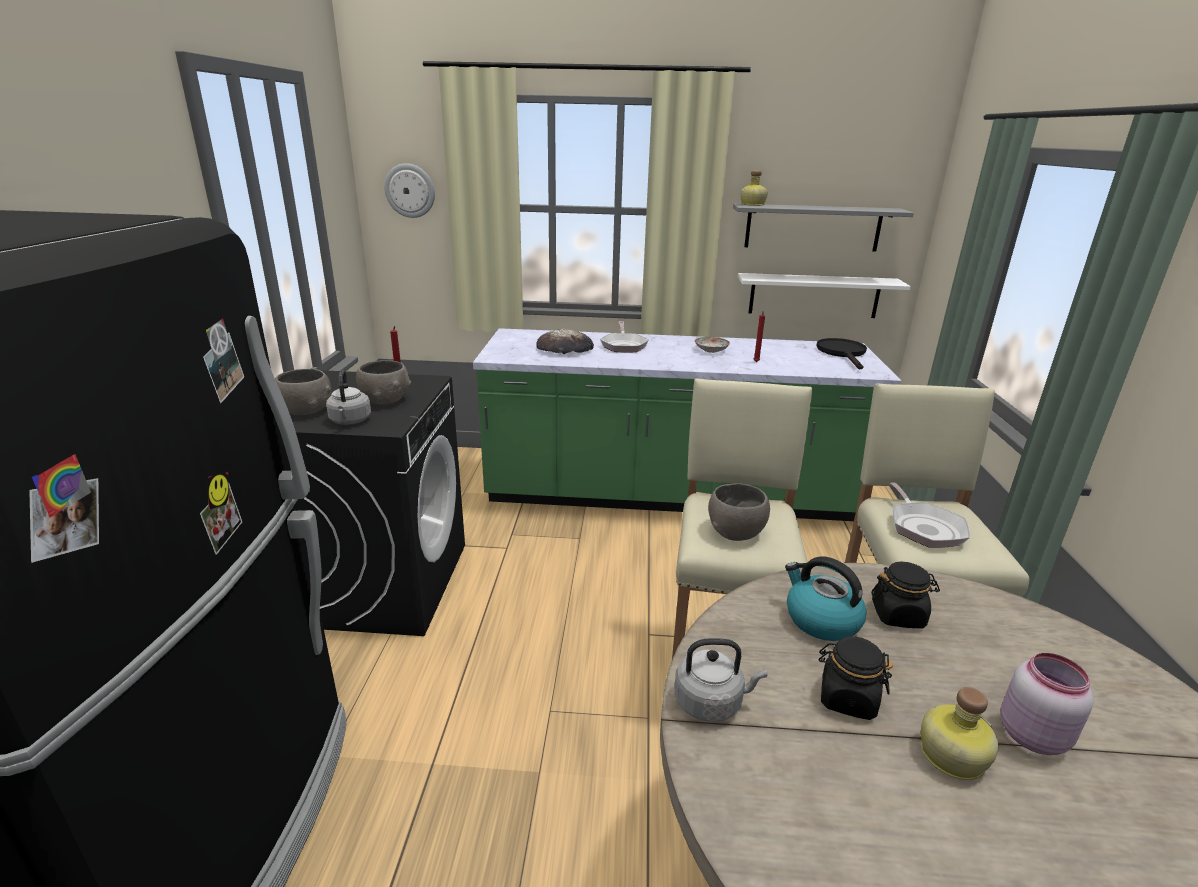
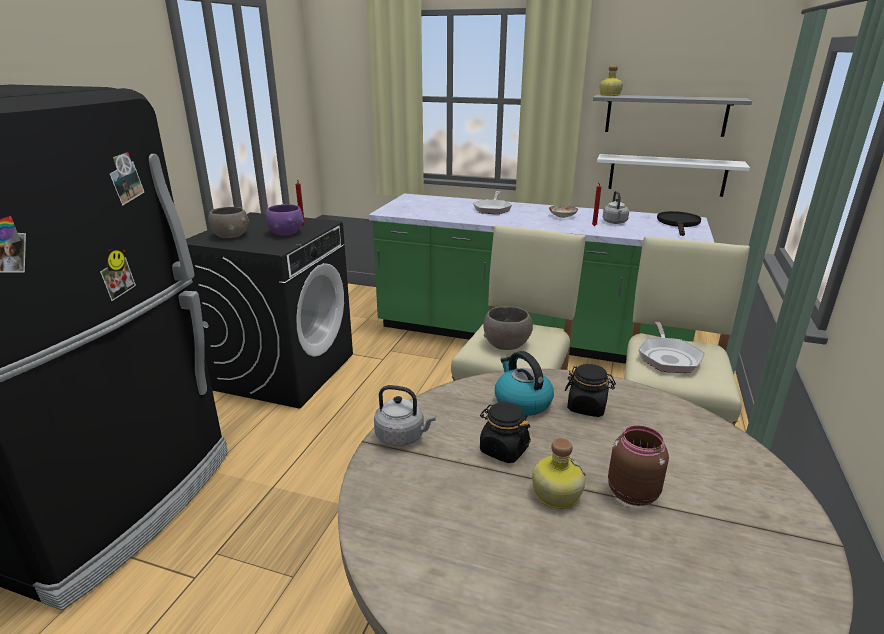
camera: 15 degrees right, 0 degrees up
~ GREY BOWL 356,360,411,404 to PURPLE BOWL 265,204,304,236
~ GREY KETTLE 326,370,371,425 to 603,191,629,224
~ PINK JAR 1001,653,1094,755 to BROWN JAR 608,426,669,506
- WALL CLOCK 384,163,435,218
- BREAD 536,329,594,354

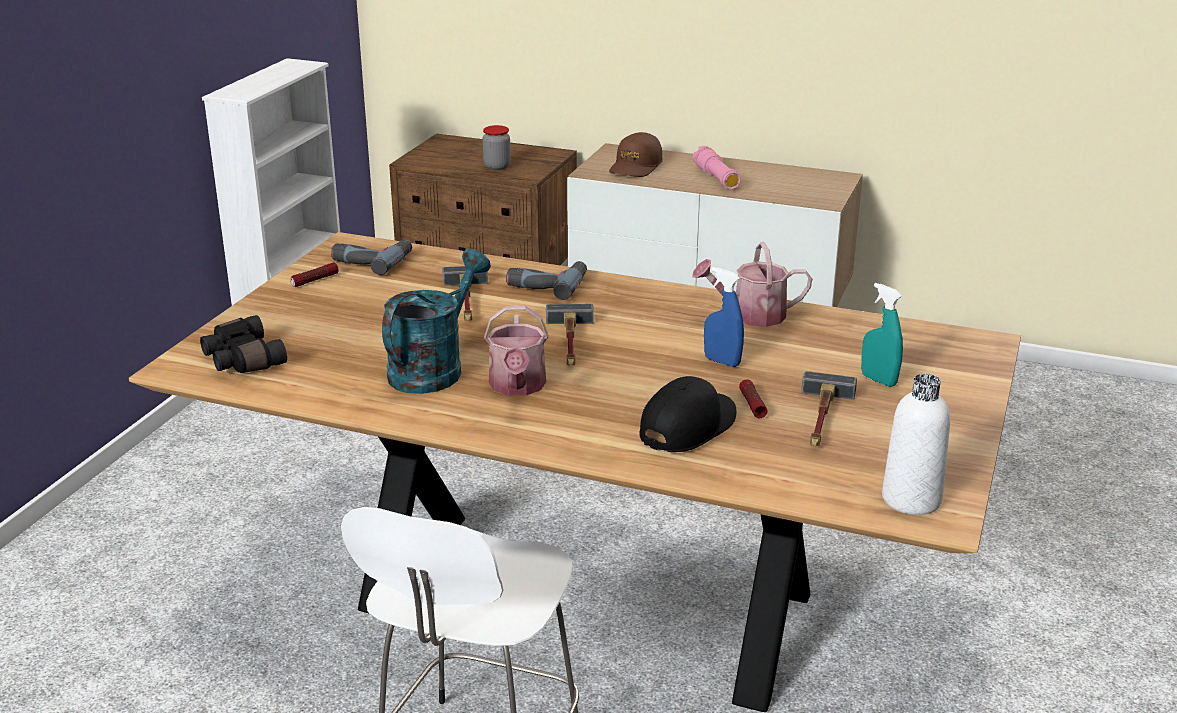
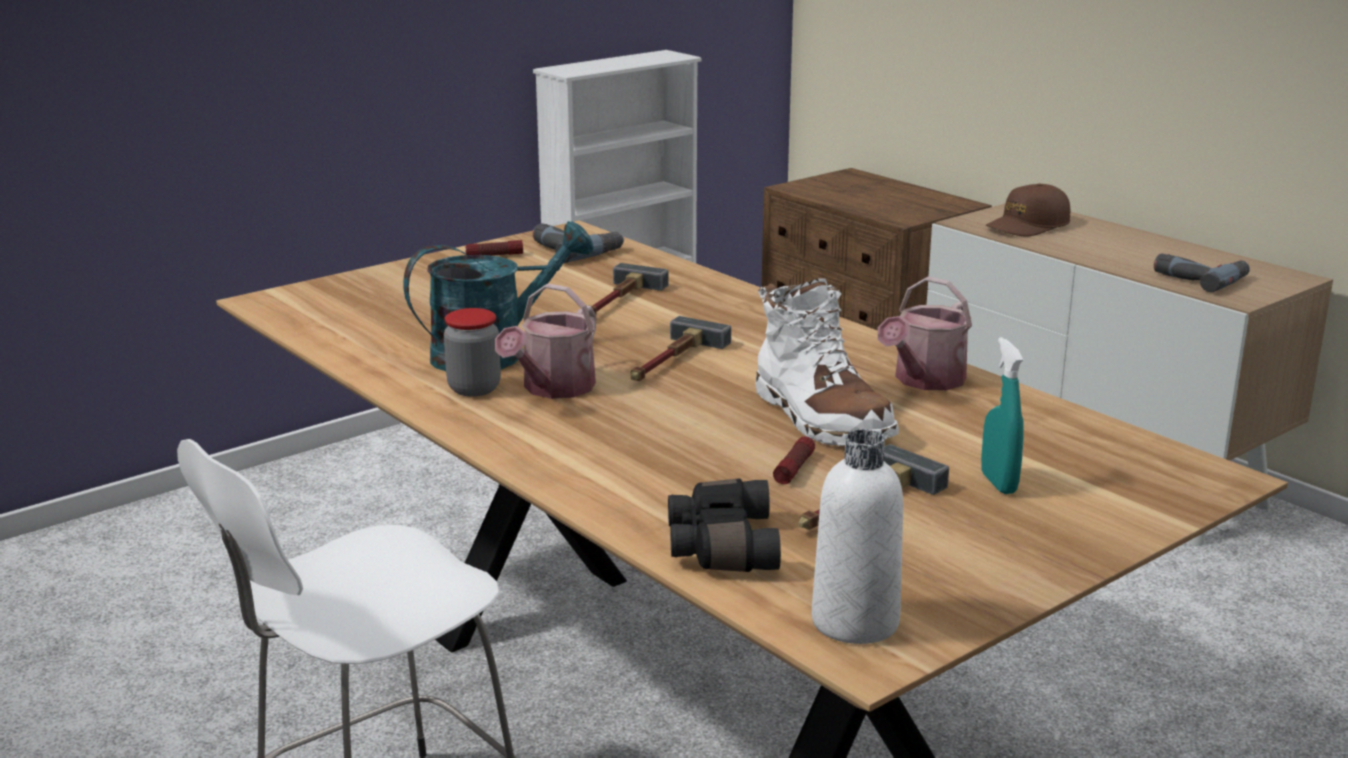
camera: 30 degrees right, 5 degrees down
~ JAR 483,125,511,170 to 444,308,501,397
~ BLACK BINOCULARS 200,315,287,373 to 668,478,781,572
~ BLUE SPRAY BOTTLE 704,267,744,367 to WHITE BOOT 755,278,899,446
~ WATERING CAN 692,242,812,327 = 878,277,972,390 75 degrees counterclockwise
~ POWER DRILL 506,261,587,300 to 1154,254,1250,292
- BLACK CAP 639,376,736,452
- PINK FLASHLIGHT 693,146,741,189

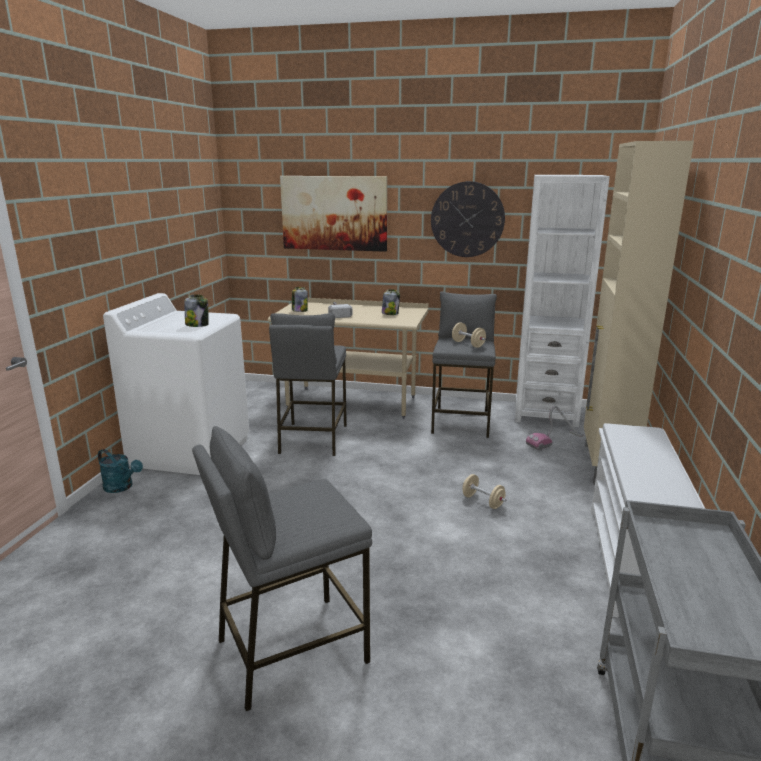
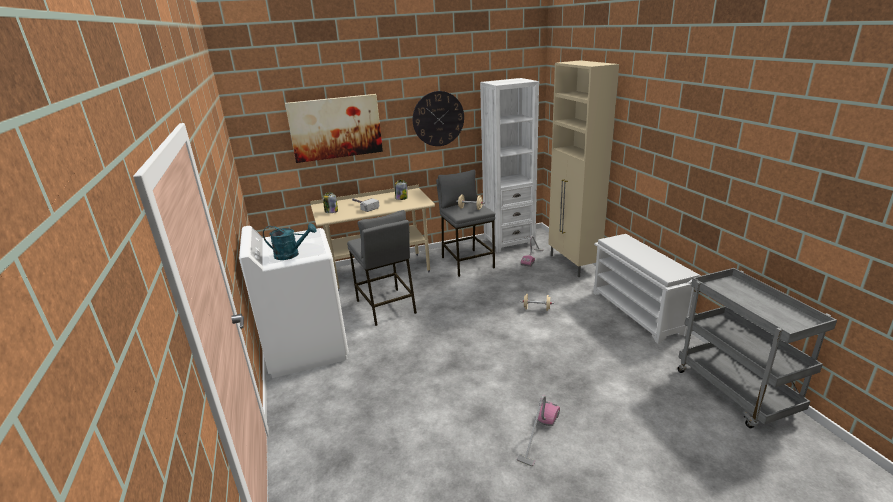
camera: 30 degrees left, 5 degrees up
~ TURQUOISE WATERING CAN 98,449,143,493 to 263,223,316,260
~ GREY STOOL 192,426,372,711 to VACUUM CLEANER 517,395,560,466
- JAR 184,294,209,327

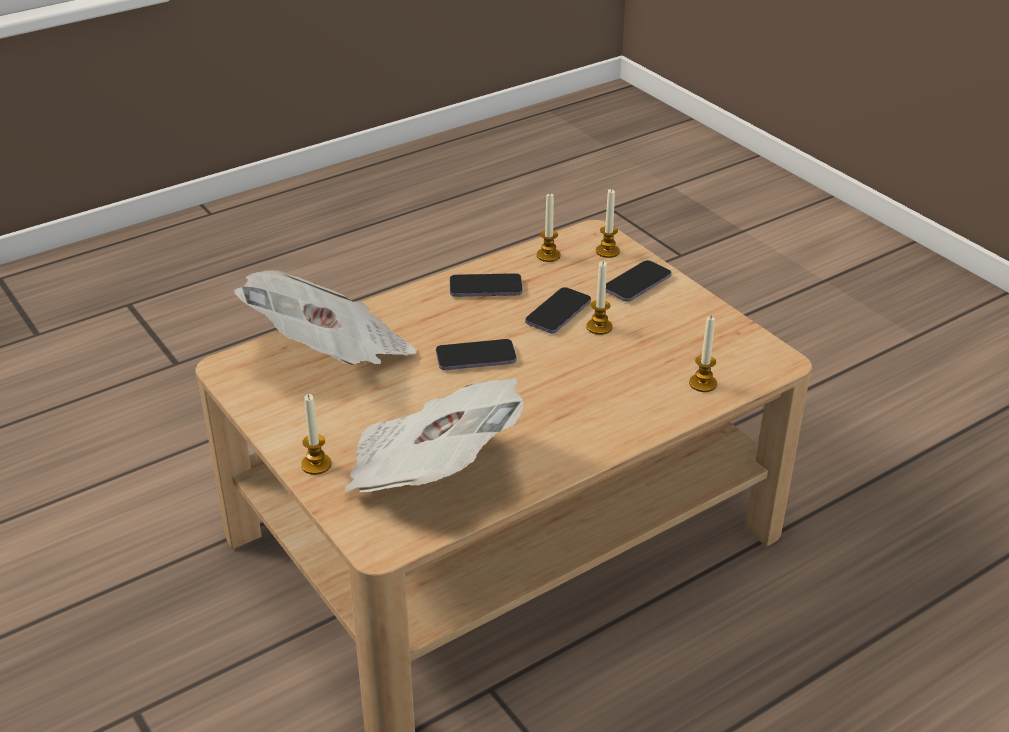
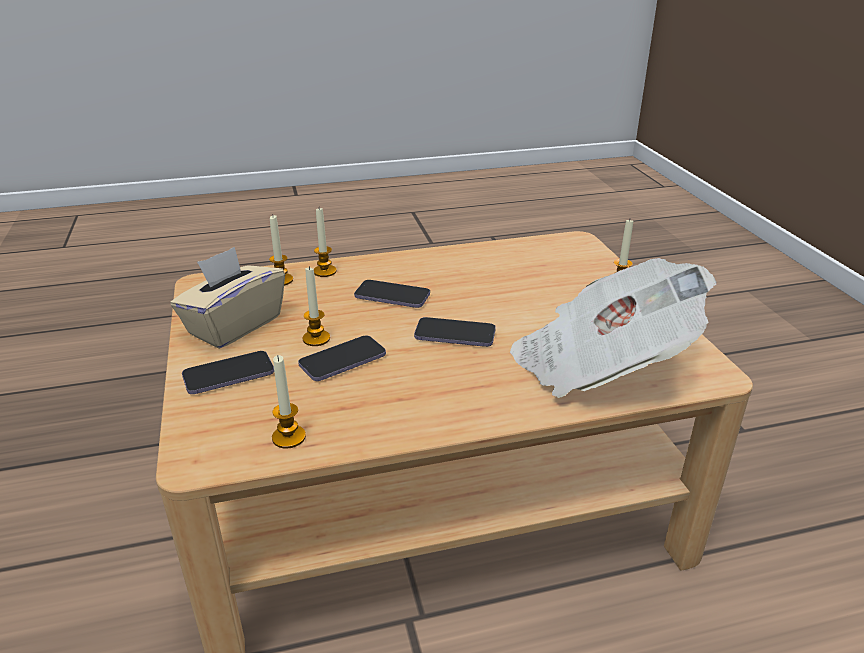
camera: 160 degrees left, 5 degrees down
+ BEIGE TISSUE BOX 170,247,285,349
~ CANDLE 596,188,620,258 to 314,208,337,277
~ PHONE 450,273,522,297 to 354,280,430,308
- NEWSPAPER 344,378,524,492

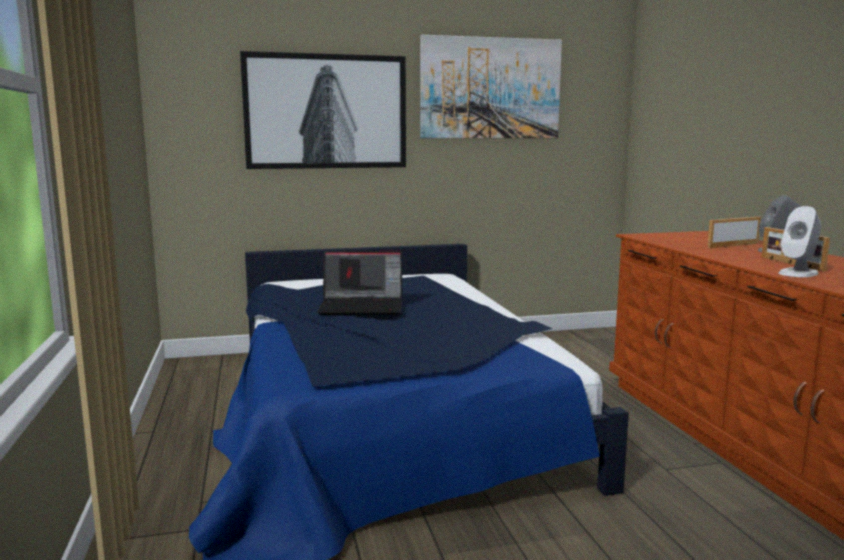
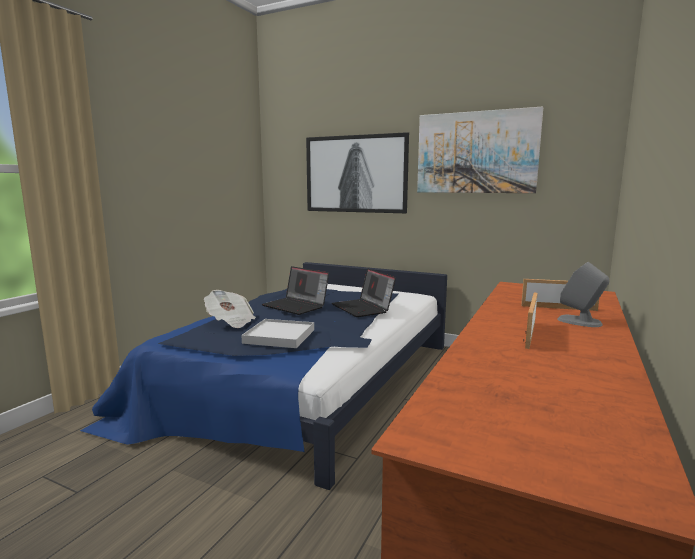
camera: 40 degrees right, 0 degrees up
+ NEWSPAPER 204,290,256,328
+ WHITE TRAY 242,319,314,348
+ LAPTOP 332,268,396,317
- WHITE SPEAKER 779,206,821,277

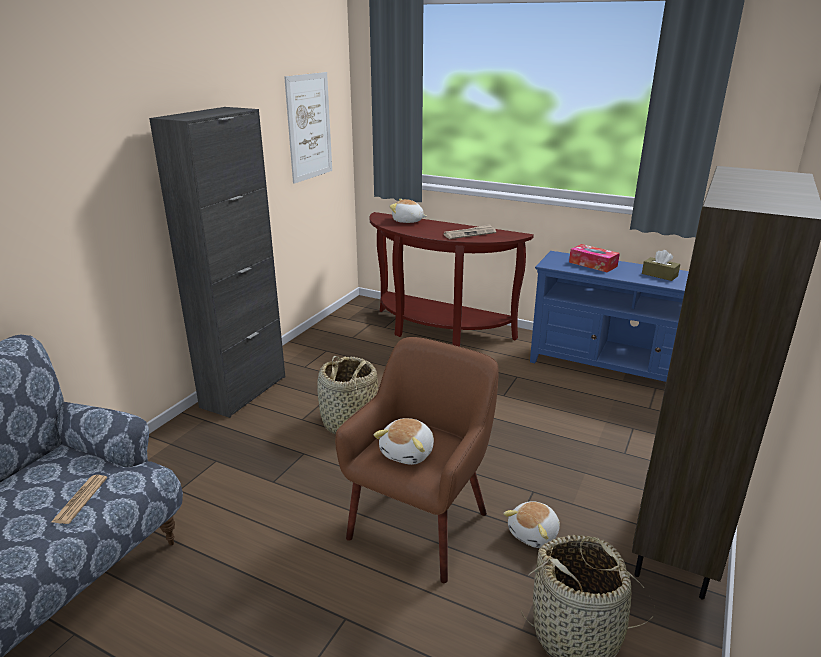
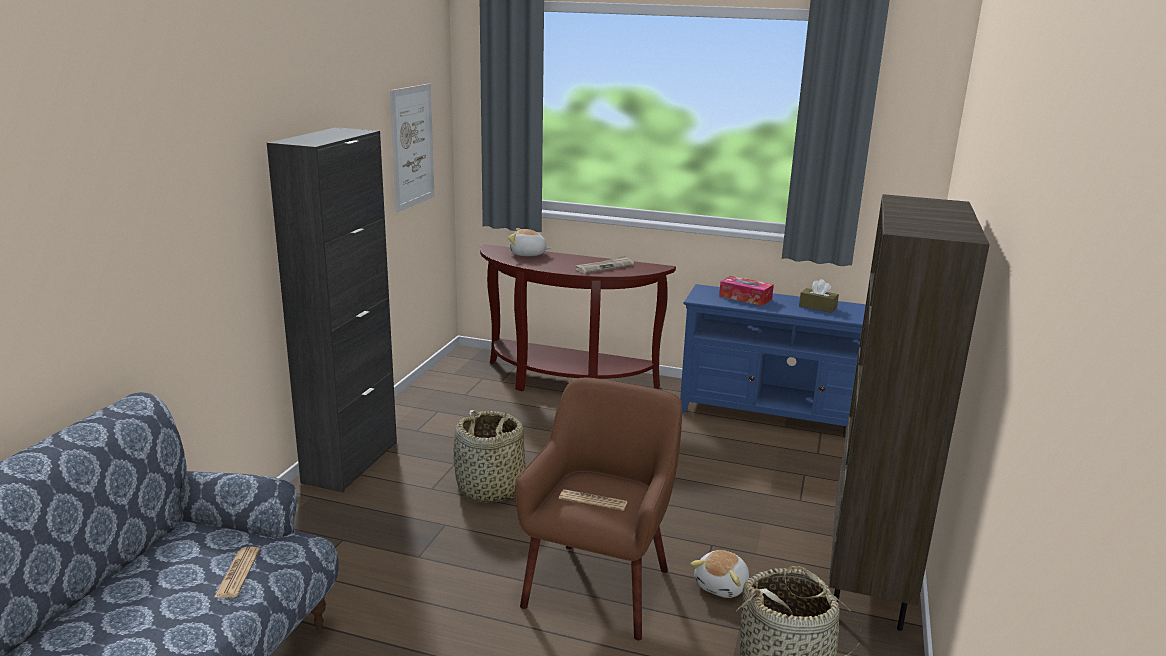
camera: 10 degrees left, 5 degrees down
~ PLUSH TOY 373,418,434,465 to NEWSPAPER 559,489,627,511

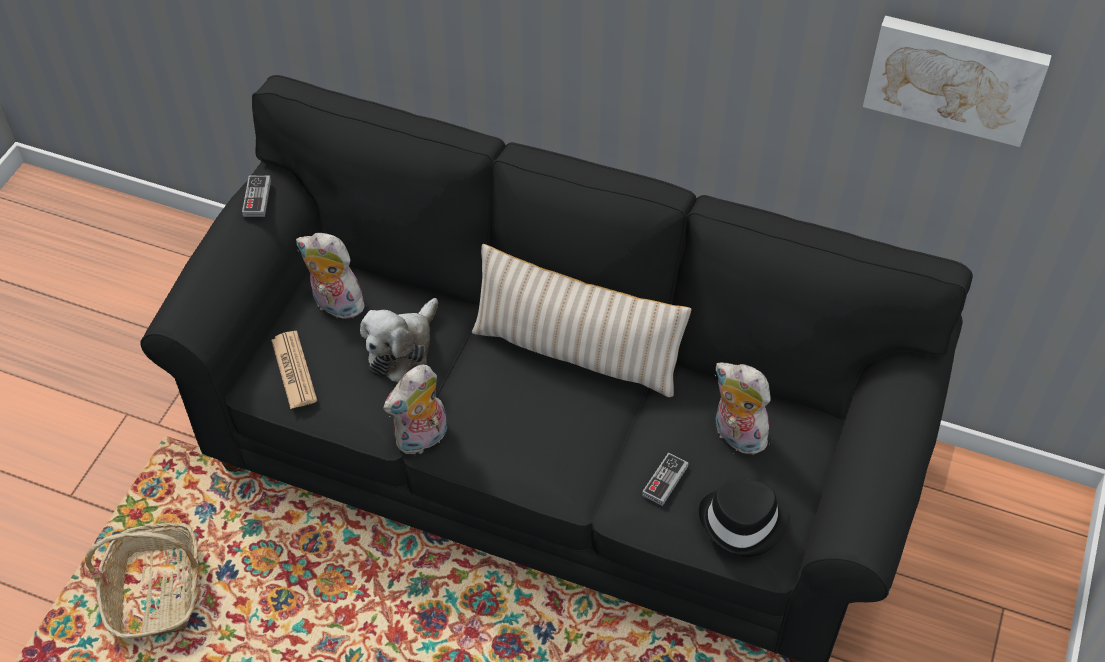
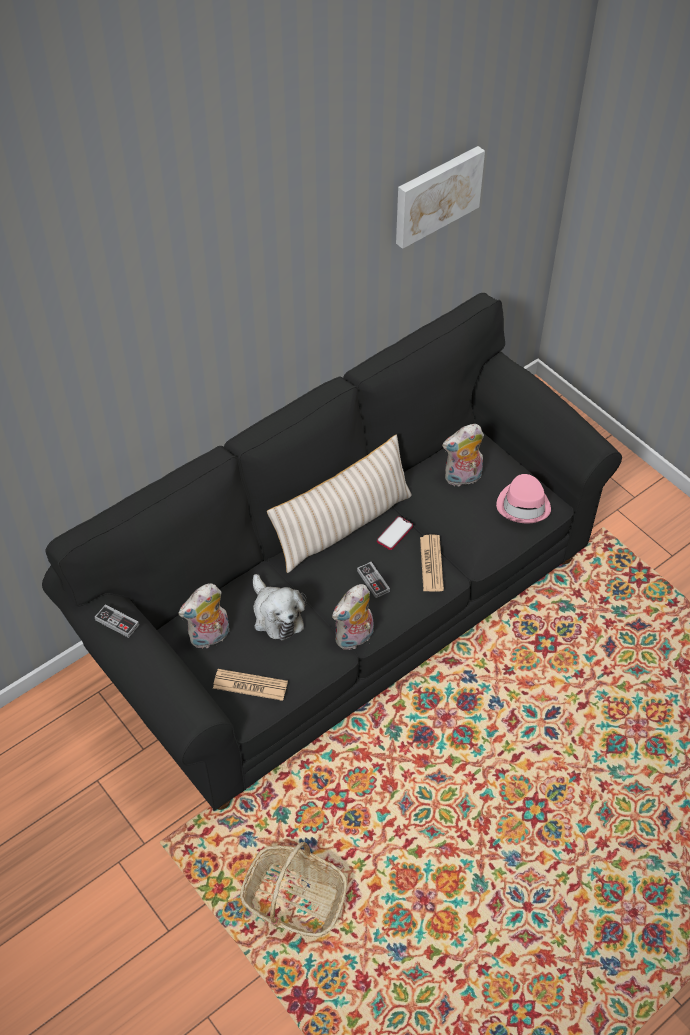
camera: 60 degrees left, 0 degrees up
~ PLUSH TOY 383,365,447,456 = 332,584,374,651 60 degrees clockwise
~ GAME CONTROLLER 642,452,689,506 to 357,562,390,598
+ PHONE 377,516,413,550
+ NEWSPAPER 420,534,444,592
~ BLACK HAT 699,480,789,557 to PINK HAT 496,474,551,523

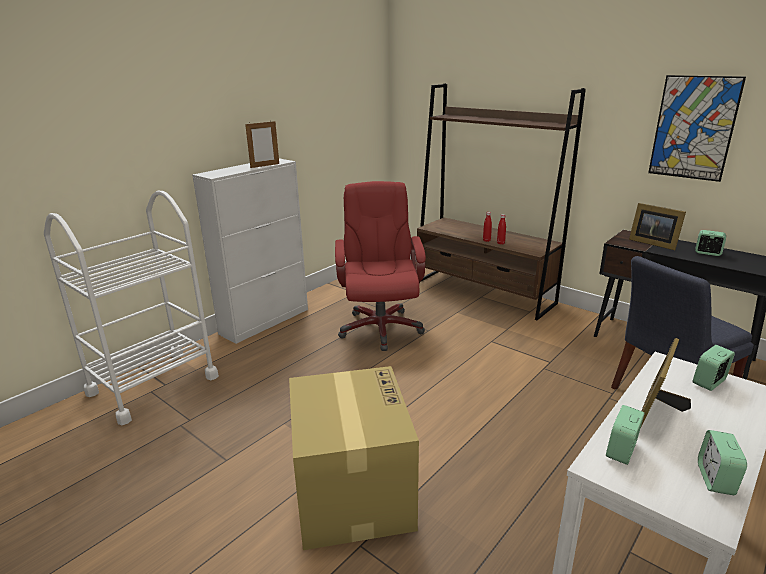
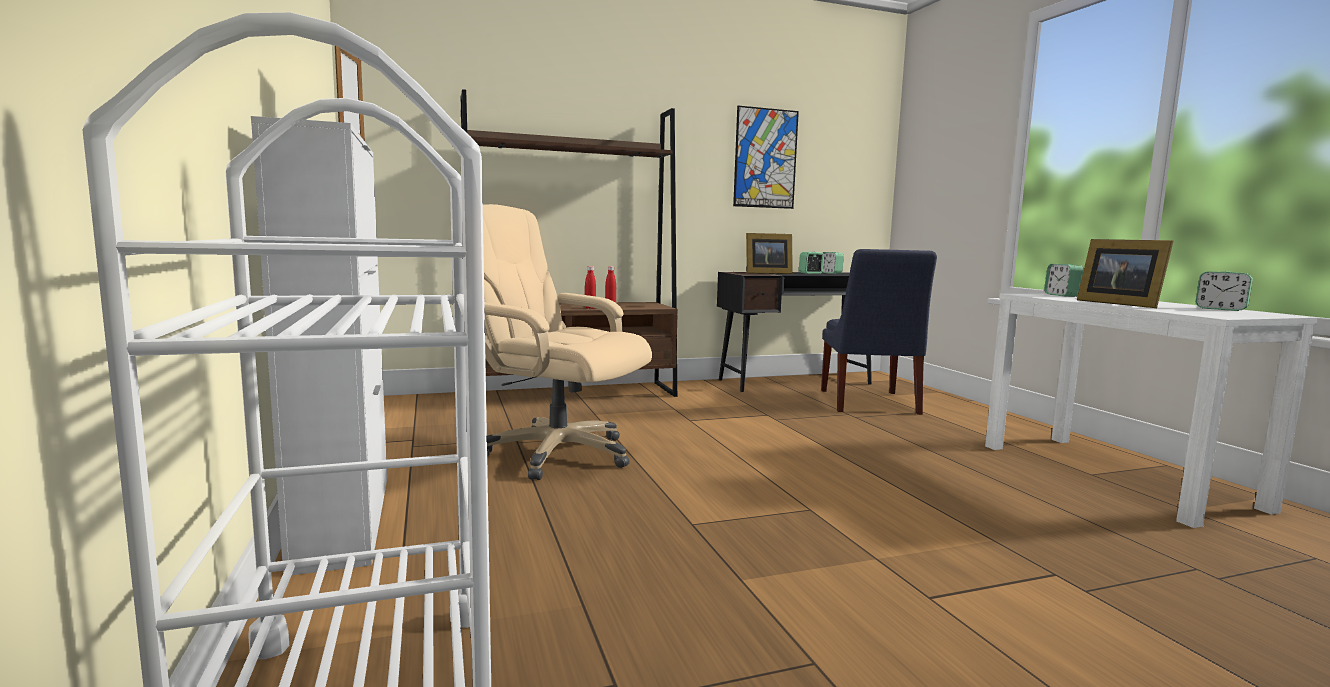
camera: 60 degrees left, 15 degrees down
~ RED OFFICE CHAIR 335,181,426,351 to BEIGE OFFICE CHAIR 483,204,652,480
~ ALARM CLOCK 606,405,645,465 to 822,252,844,274
- CARDBOARD BOX 289,366,419,550

